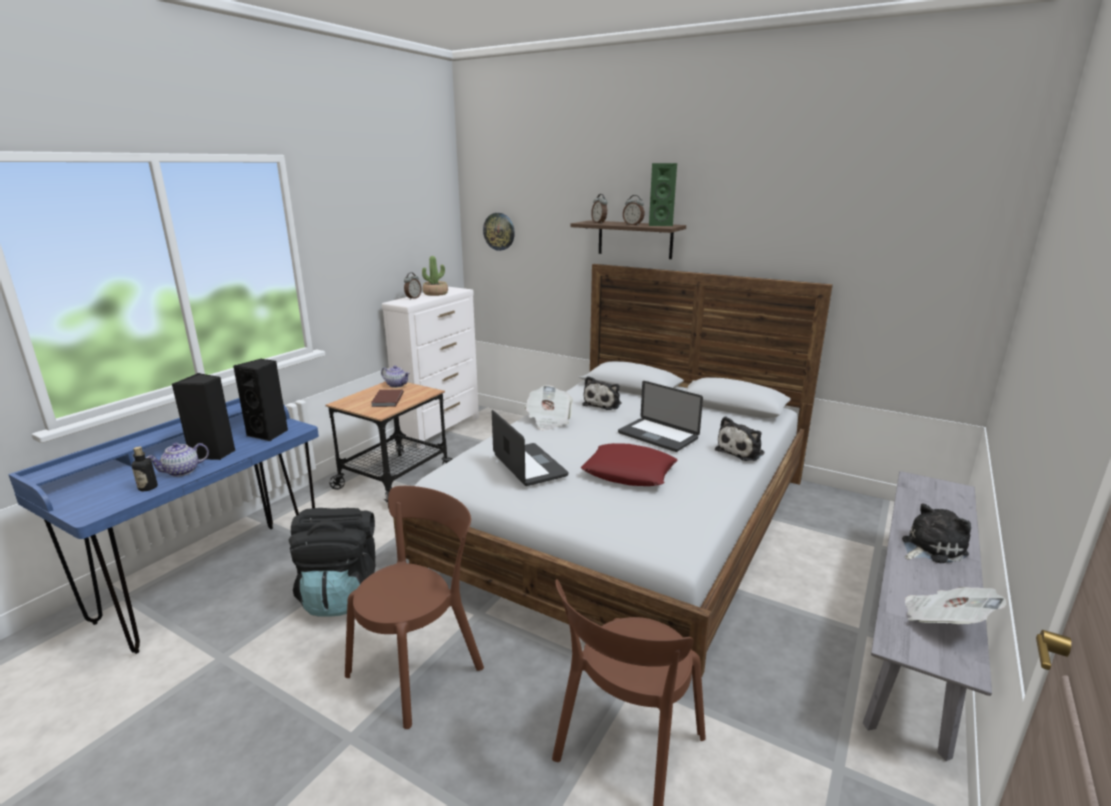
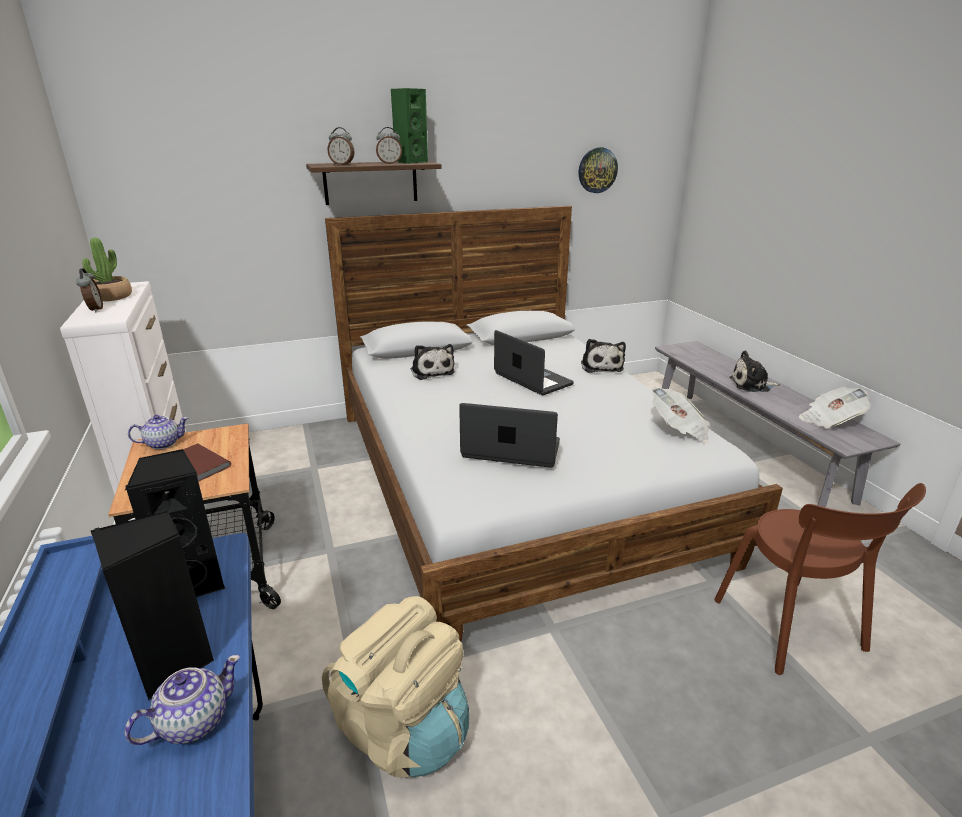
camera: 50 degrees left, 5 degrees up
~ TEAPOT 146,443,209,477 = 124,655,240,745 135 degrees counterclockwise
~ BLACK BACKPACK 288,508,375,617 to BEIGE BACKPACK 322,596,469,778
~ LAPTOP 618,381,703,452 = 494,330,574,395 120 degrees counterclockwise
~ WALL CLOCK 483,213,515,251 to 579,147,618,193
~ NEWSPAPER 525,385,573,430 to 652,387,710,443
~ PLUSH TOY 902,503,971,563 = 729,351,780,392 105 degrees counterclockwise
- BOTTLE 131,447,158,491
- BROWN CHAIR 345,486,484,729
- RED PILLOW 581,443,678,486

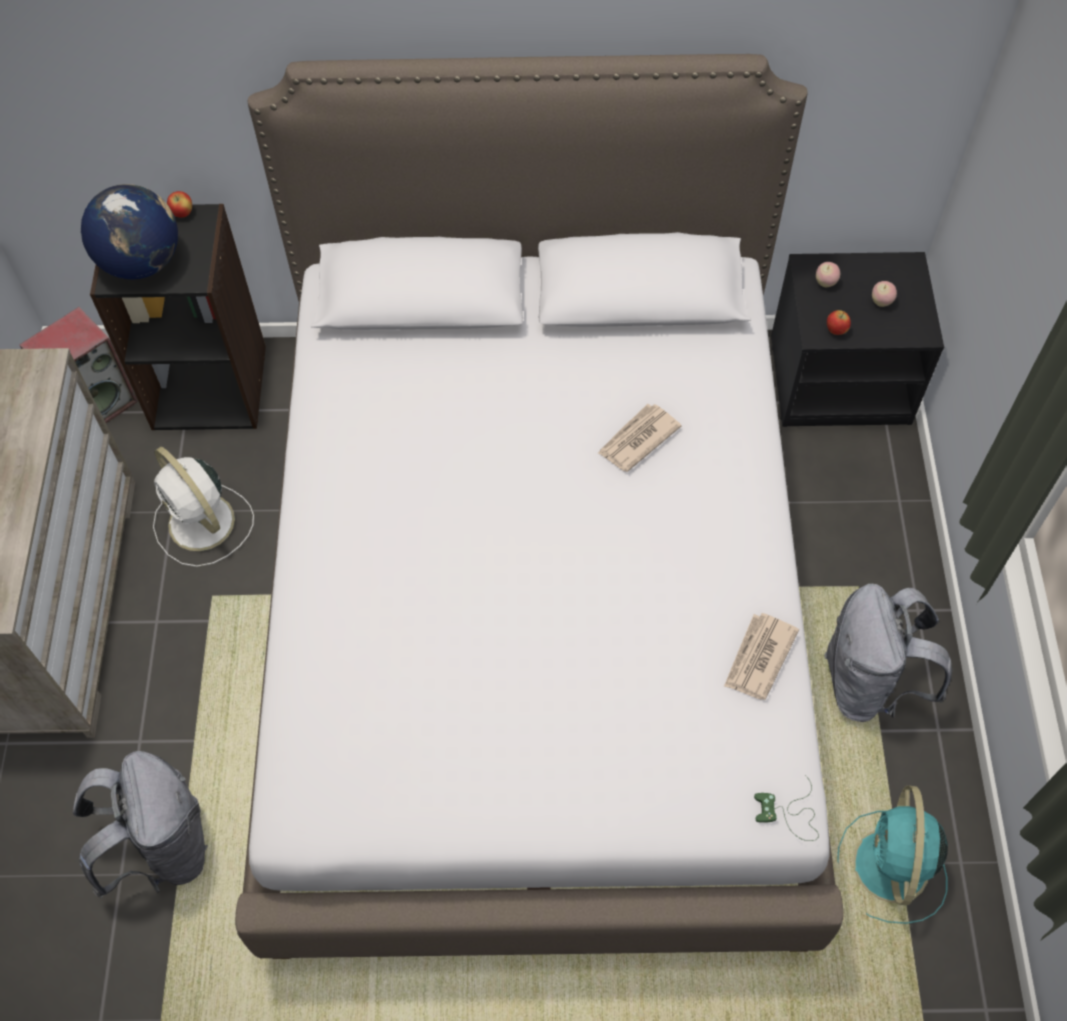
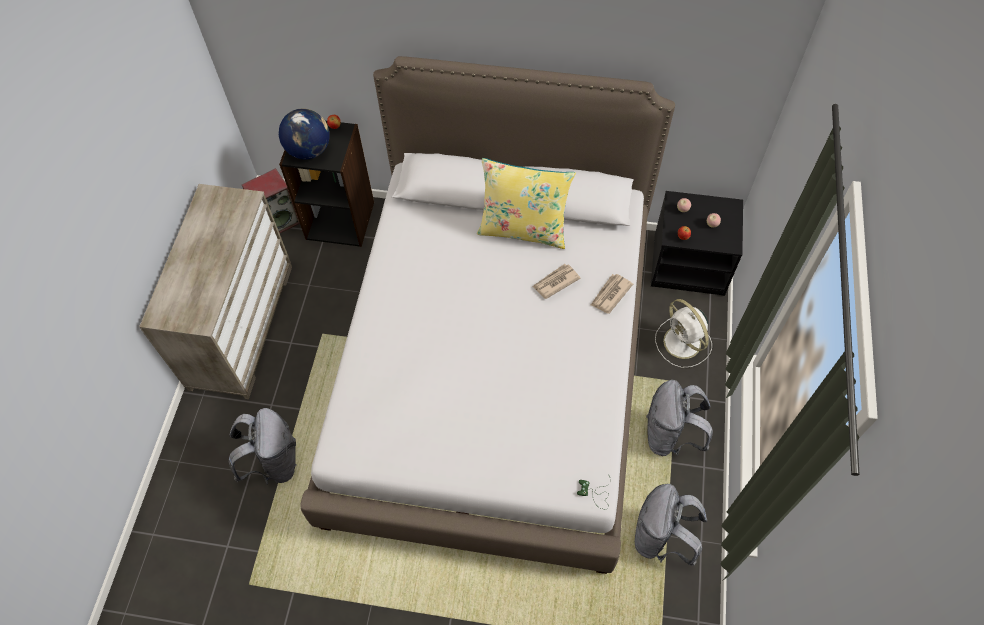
camera: 10 degrees right, 0 degrees up
+ YELLOW PILLOW 477,158,576,249
~ NEWSPAPER 724,613,799,700 to 591,274,633,314
~ TURQUOISE FAN 837,785,948,924 to GREY BACKPACK 635,484,707,566
~ WHITE FAN 153,447,254,567 to 655,299,712,368

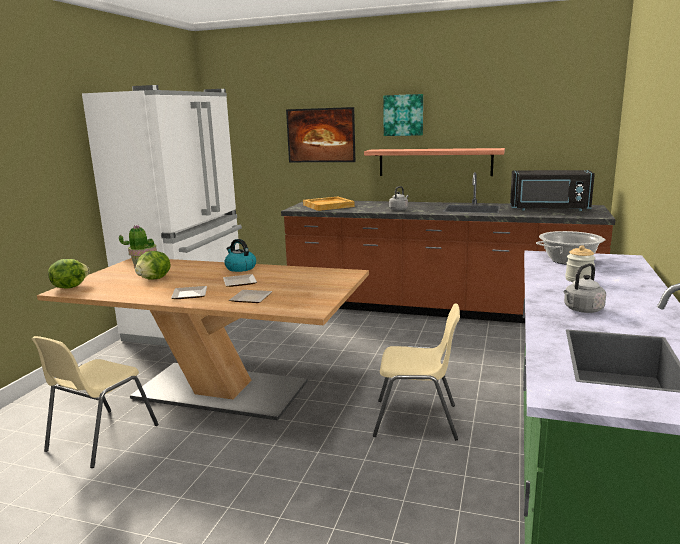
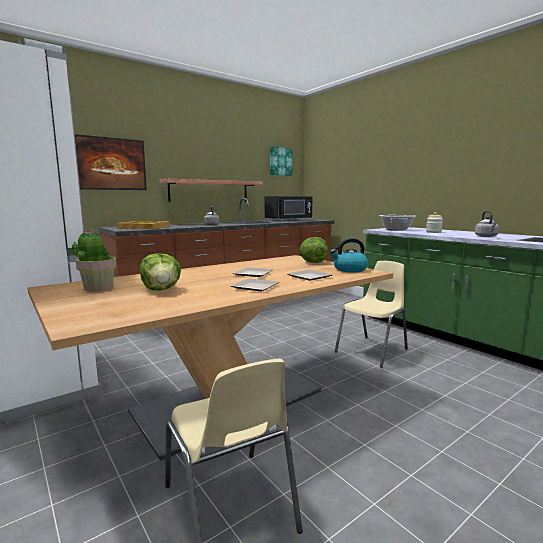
camera: 55 degrees left, 5 degrees down
~ PICTURE 383,94,423,136 to 270,147,293,176
~ LETTUCE 48,259,90,289 to 300,237,328,263
~ KETTLE 224,239,256,272 to 330,238,368,272

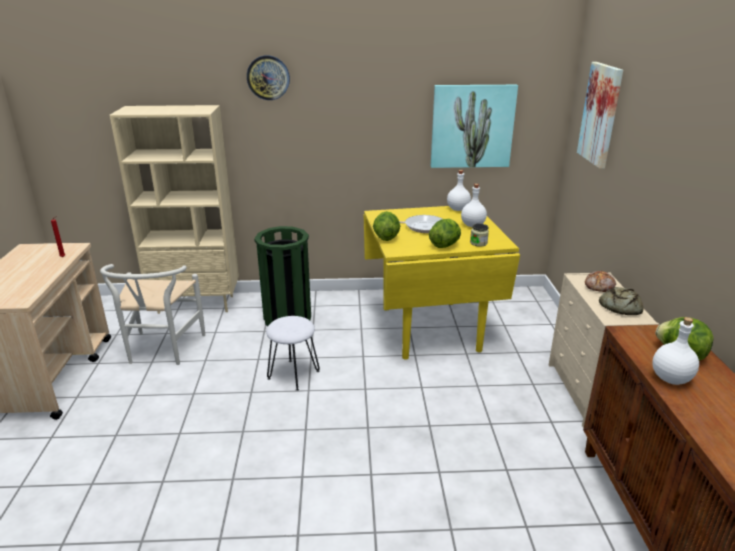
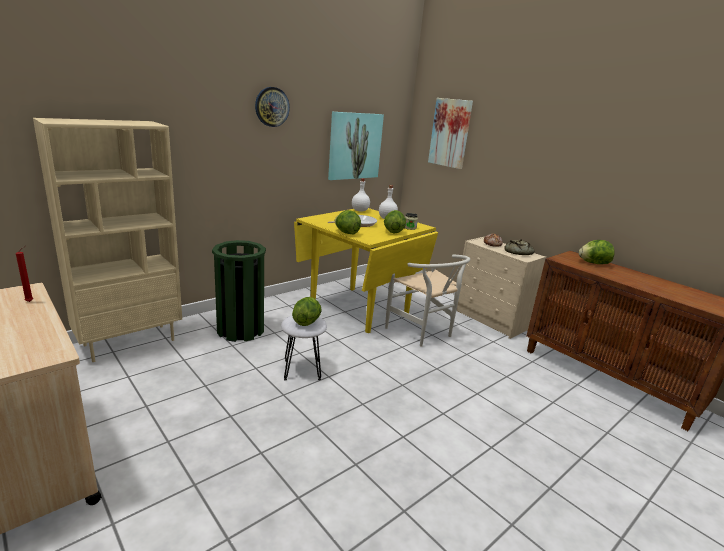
camera: 40 degrees left, 5 degrees down
~ WALL CLOCK 247,55,290,100 to 255,87,290,127
+ LETTUCE 292,297,322,326
~ WHITE CHAIR 100,264,205,365 to 385,254,470,346
- WHITE BOTTLE 652,317,699,385

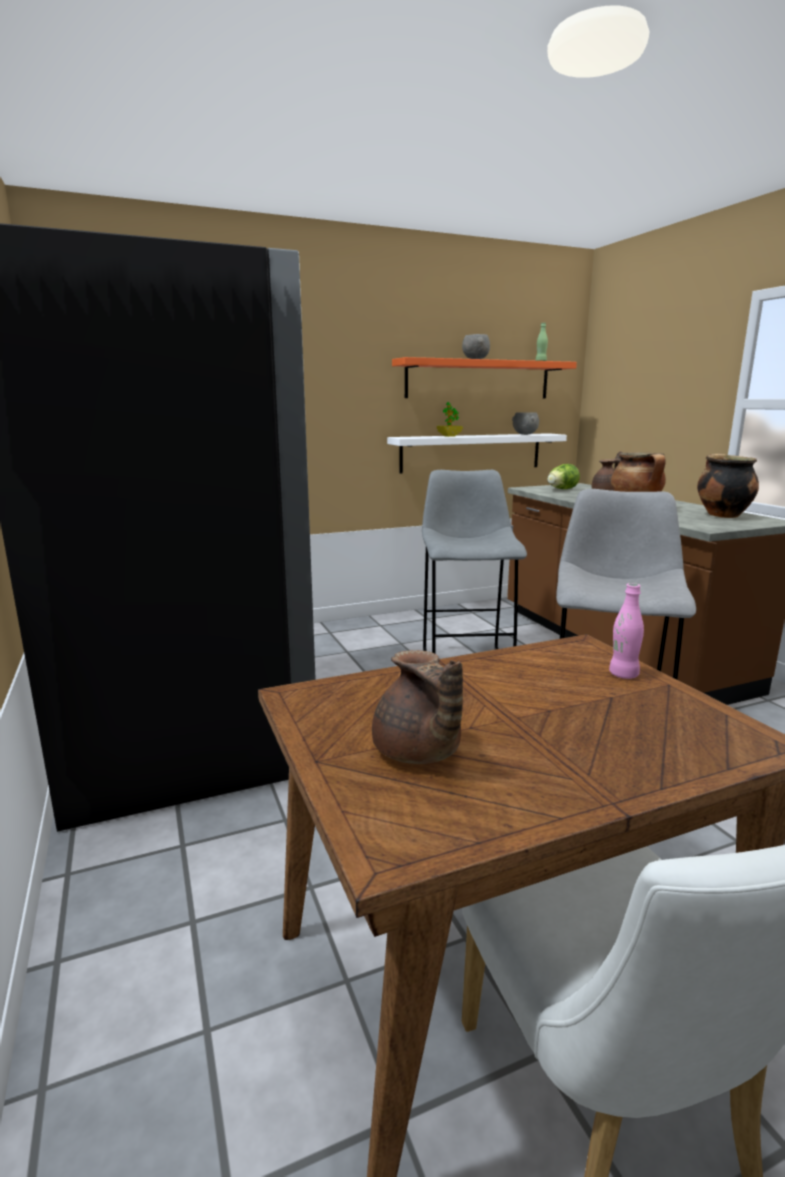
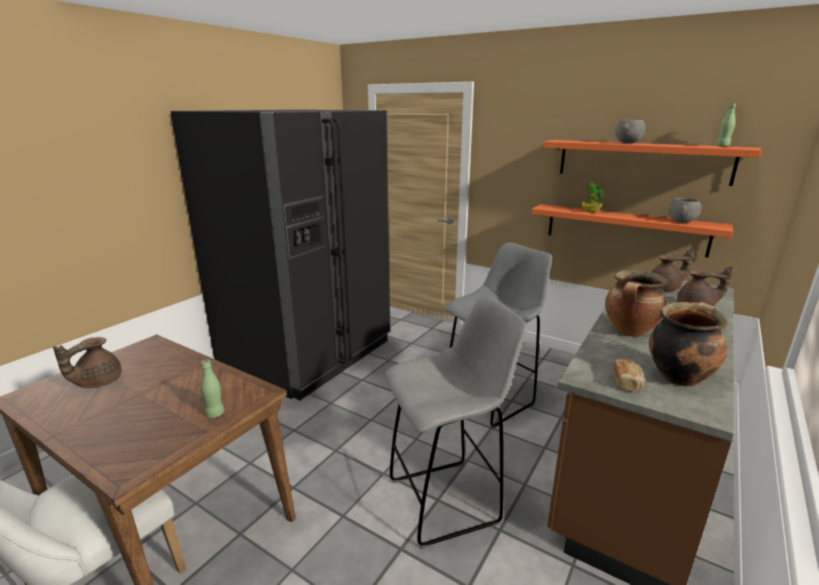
camera: 55 degrees right, 5 degrees up
~ PINK BOTTLE 609,583,644,679 to GREEN BOTTLE 200,359,224,418
~ WHITE SHELF 387,433,567,473 to ORANGE SHELF 531,204,733,258
+ BREAD 613,359,644,393
~ LETTUCE 547,464,580,489 to BROWN TEAPOT 651,249,694,291

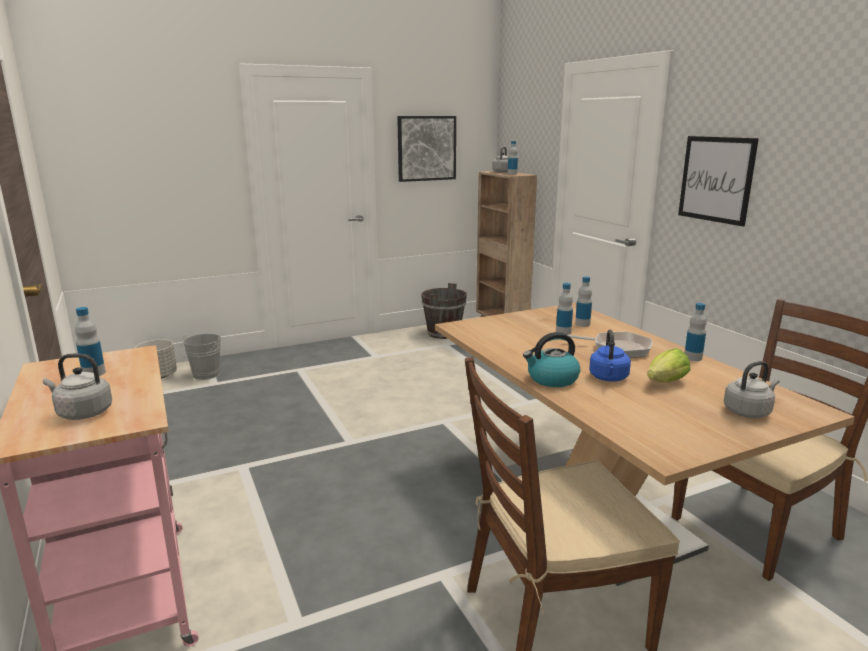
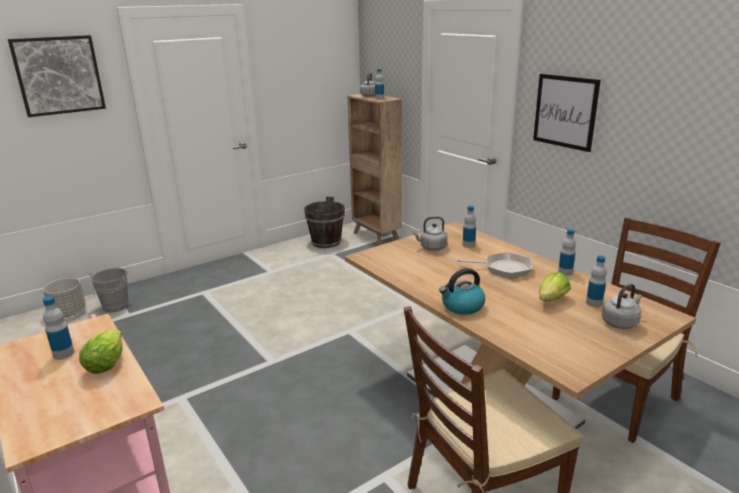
camera: 10 degrees left, 5 degrees up
~ PICTURE 397,116,456,182 to 8,35,106,117
+ LETTUCE 79,329,123,374
~ GREY KETTLE 43,354,112,420 to 413,216,447,251
~ BOTTLE 556,283,573,335 to 586,255,607,307
- BLUE KETTLE 589,330,631,382

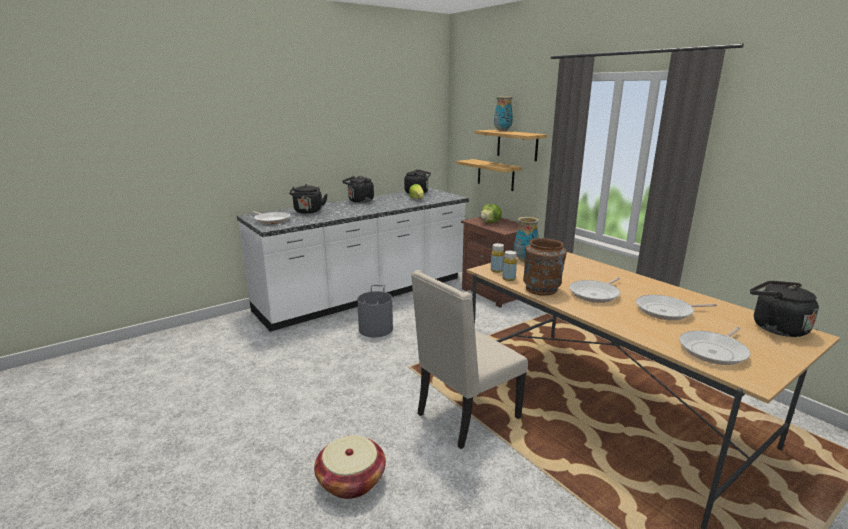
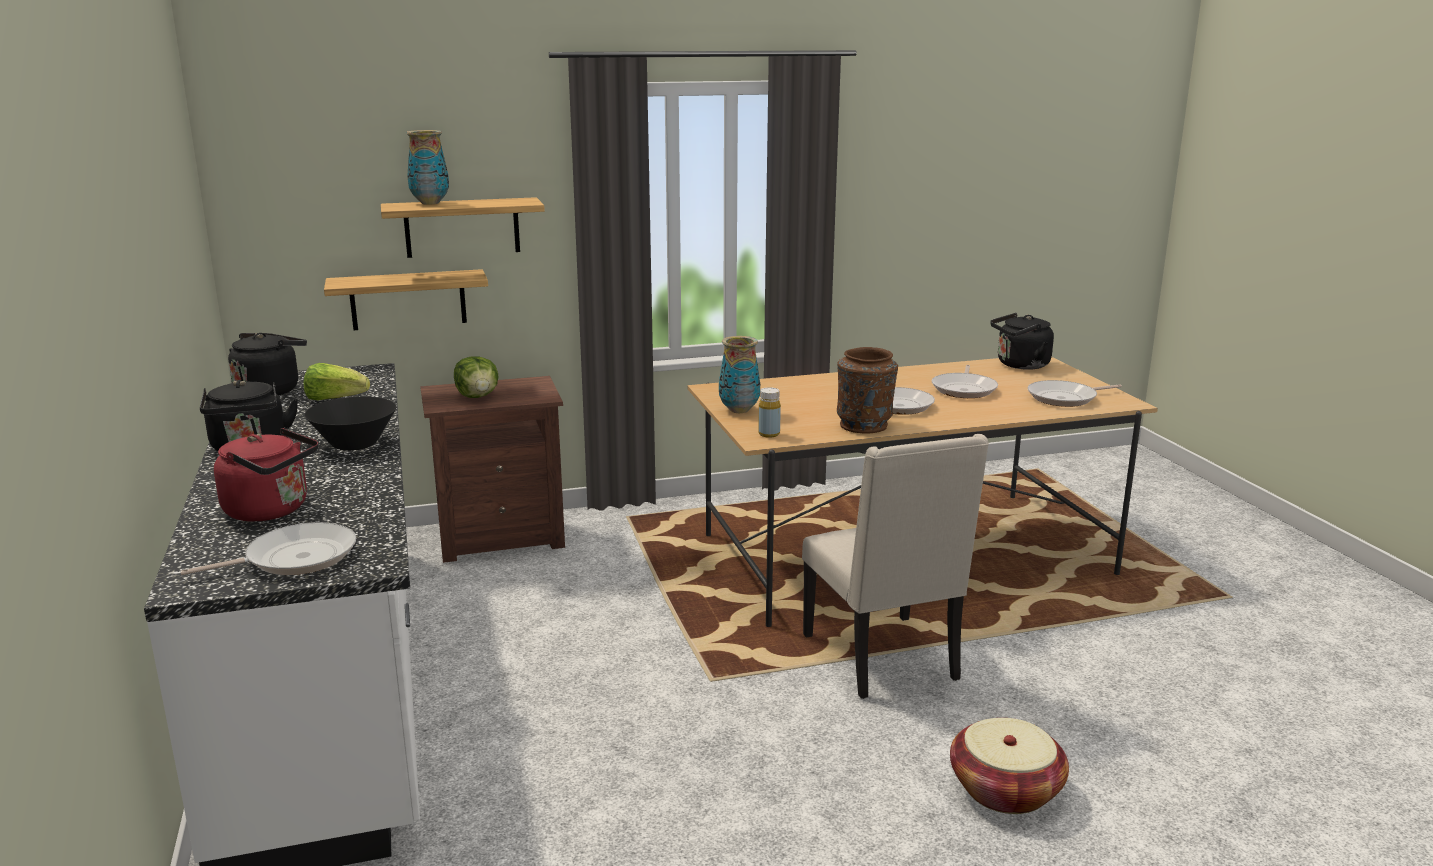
camera: 70 degrees left, 0 degrees up
~ BLACK KETTLE 289,184,328,214 to RED KETTLE 214,428,318,522
+ BLACK BOWL 304,397,396,451
~ FRYING PAN 679,327,750,365 = 1028,380,1122,407 90 degrees clockwise
- GREY BUCKET 357,285,393,337
- YELLOW BOTTLE 502,251,517,281

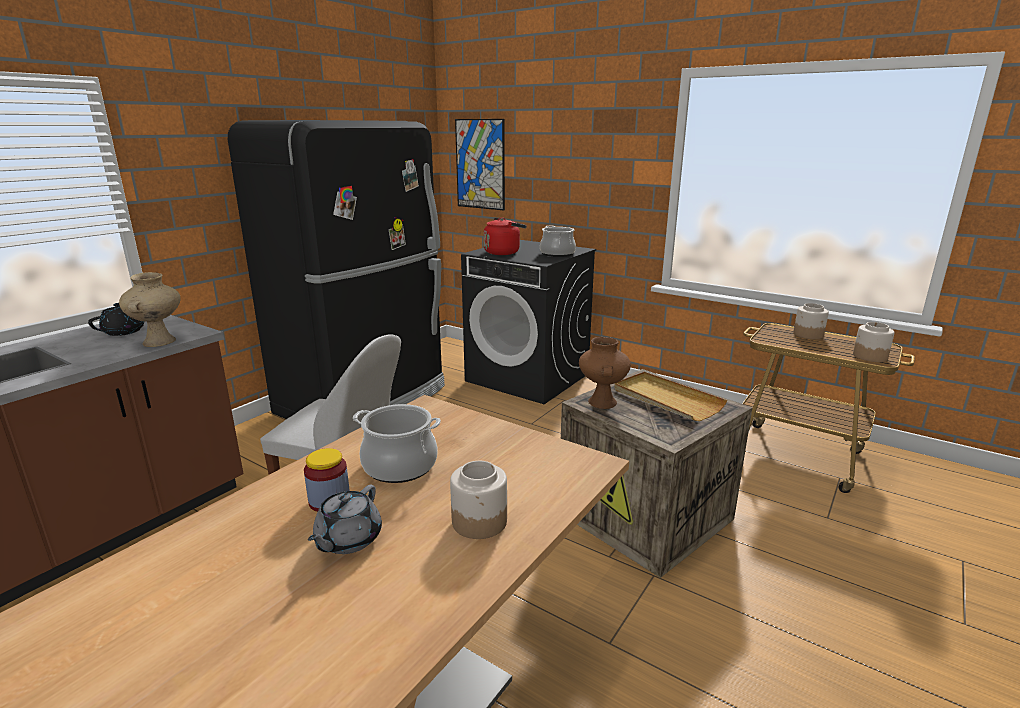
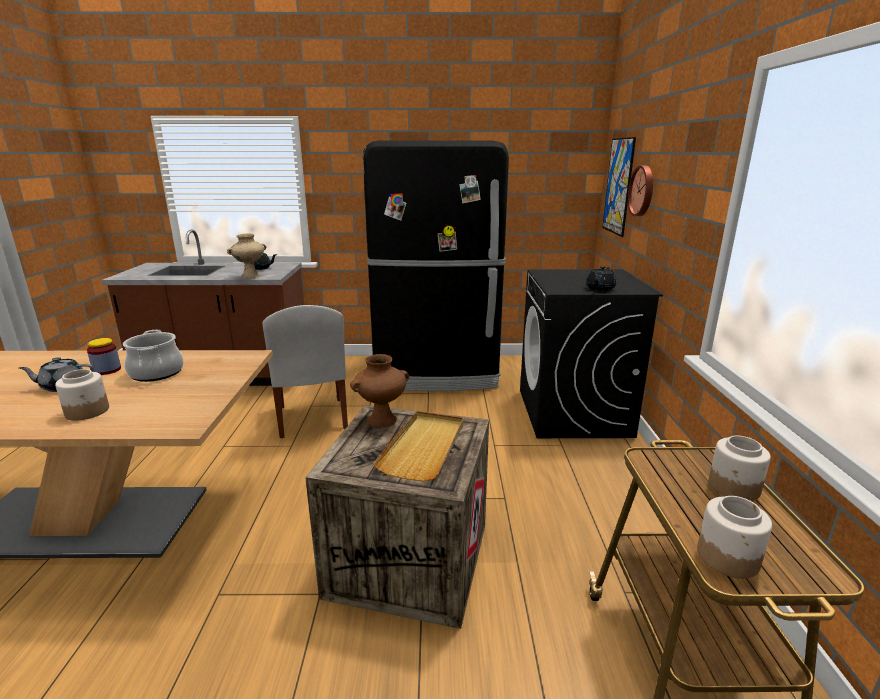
camera: 55 degrees right, 0 degrees up
~ COOKING POT 540,225,576,257 to BLACK TEAPOT 586,266,616,291
+ WALL CLOCK 628,165,653,216
- RED KETTLE 484,218,527,255

